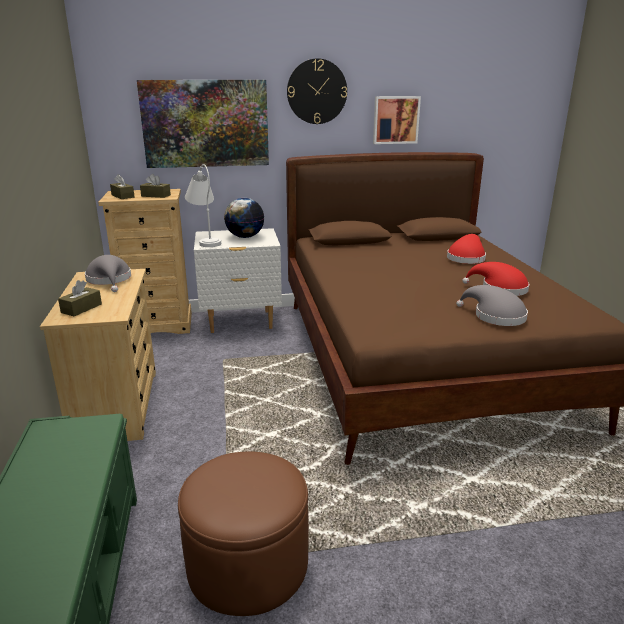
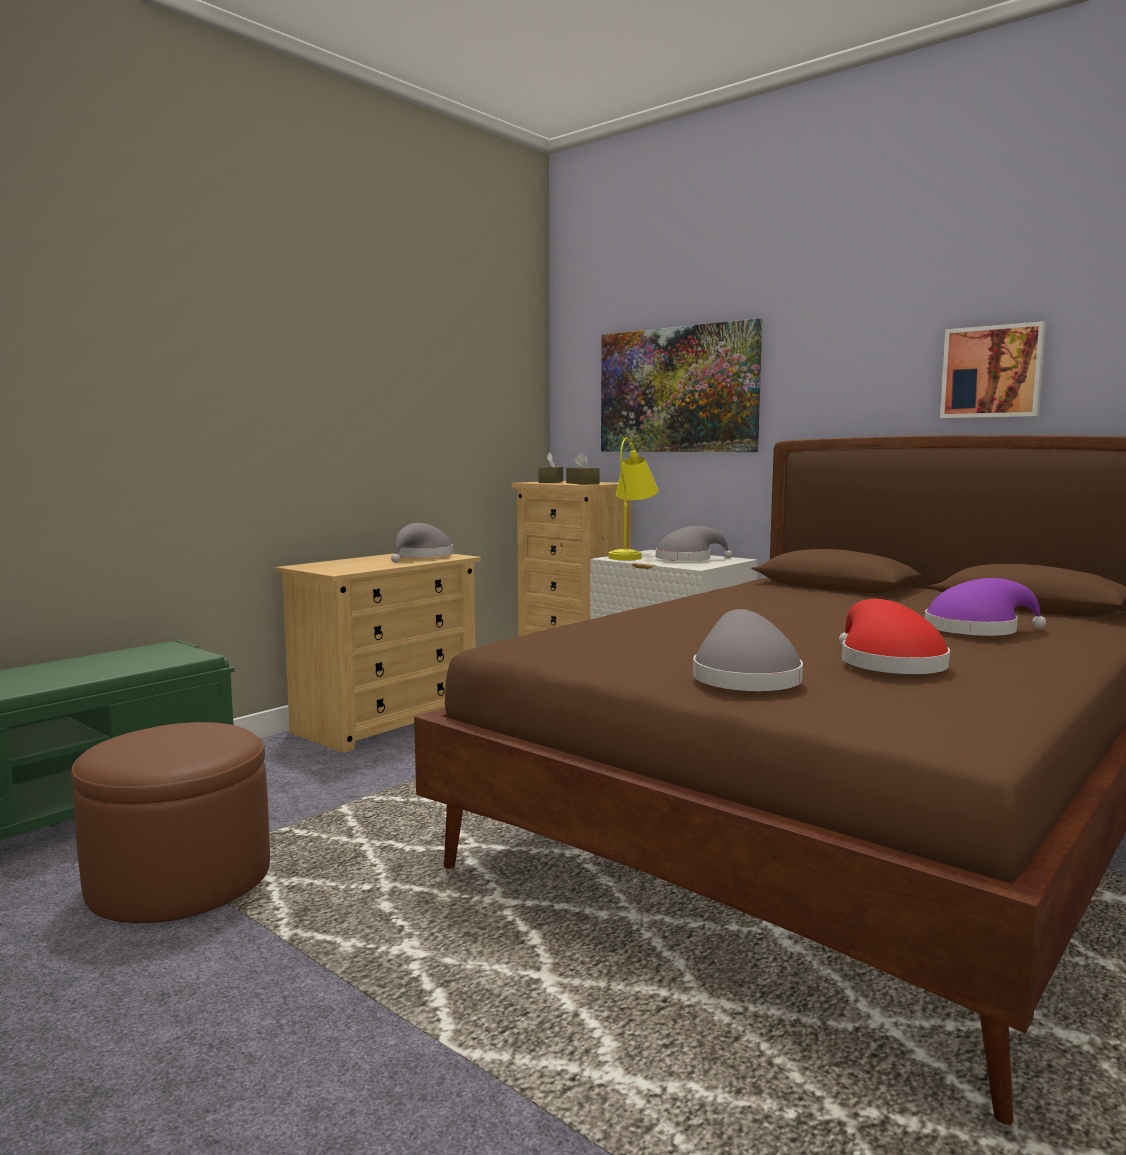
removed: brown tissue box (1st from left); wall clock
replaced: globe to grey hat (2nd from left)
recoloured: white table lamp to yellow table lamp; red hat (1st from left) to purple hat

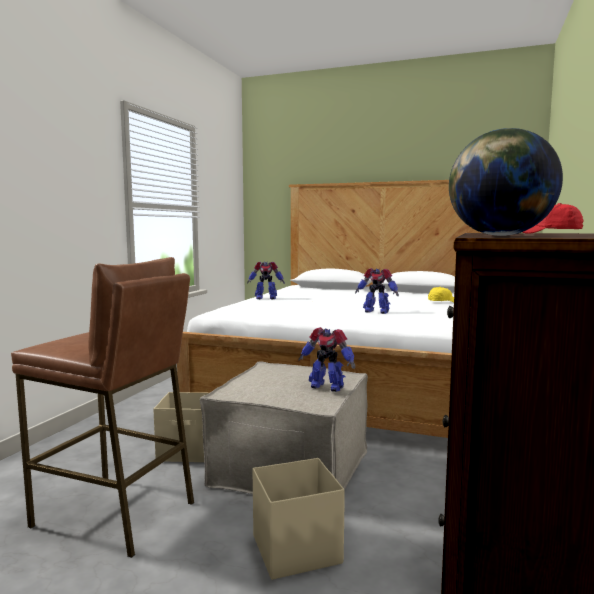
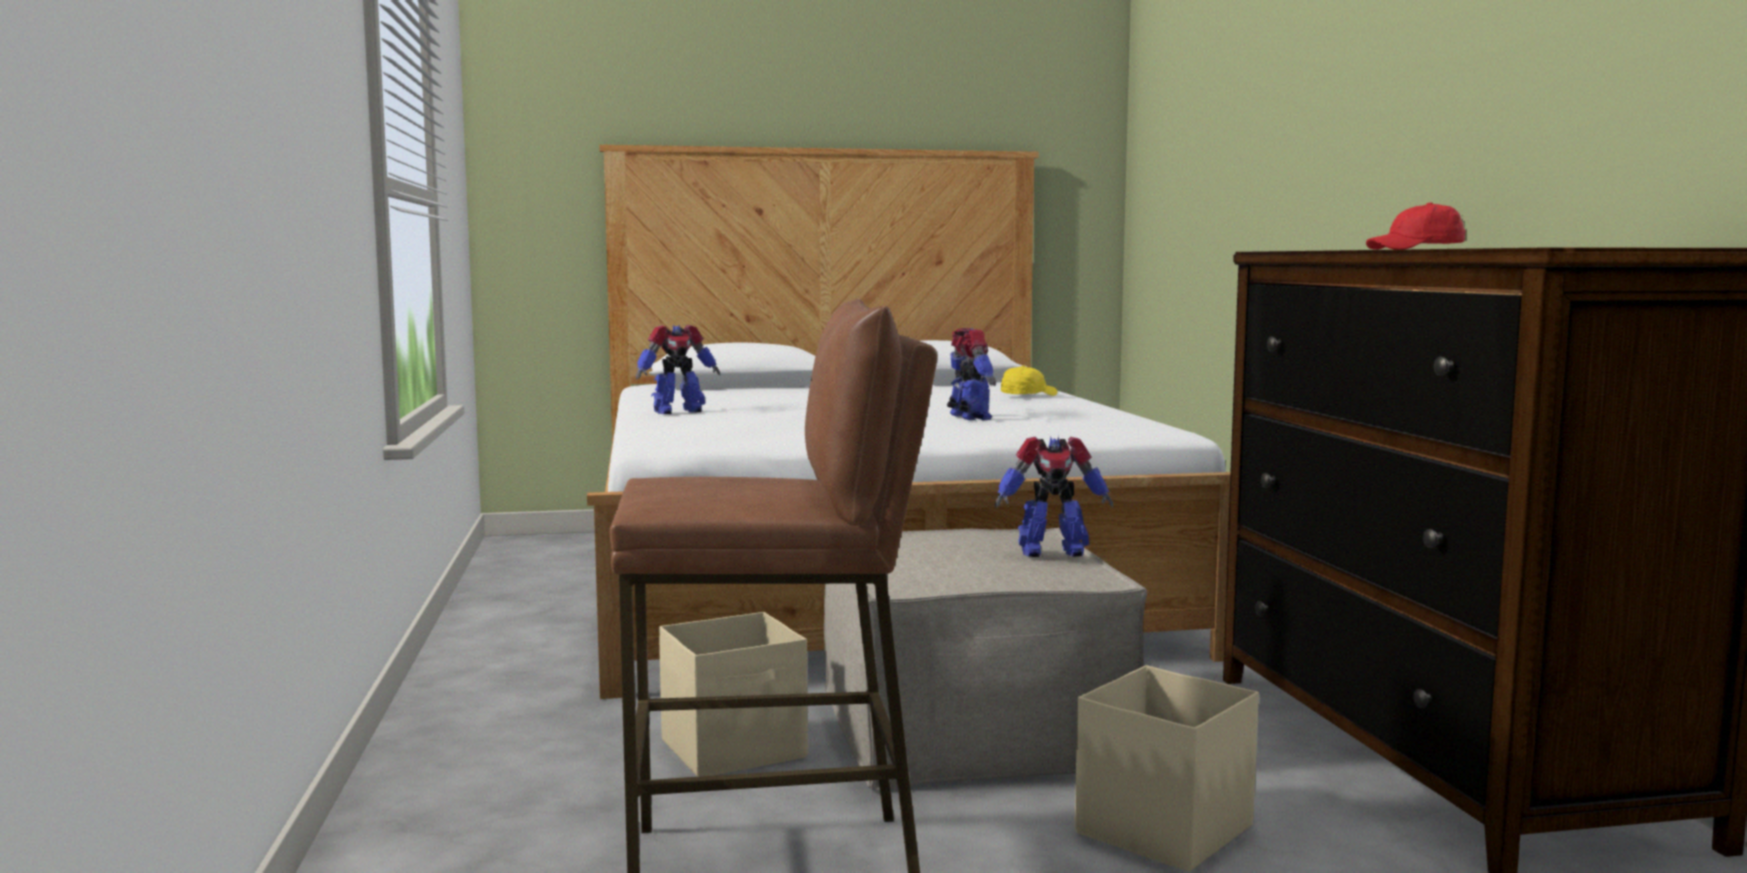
removed: globe
turned: toy robot (3rd from left in the first image) 105 degrees counterclockwise

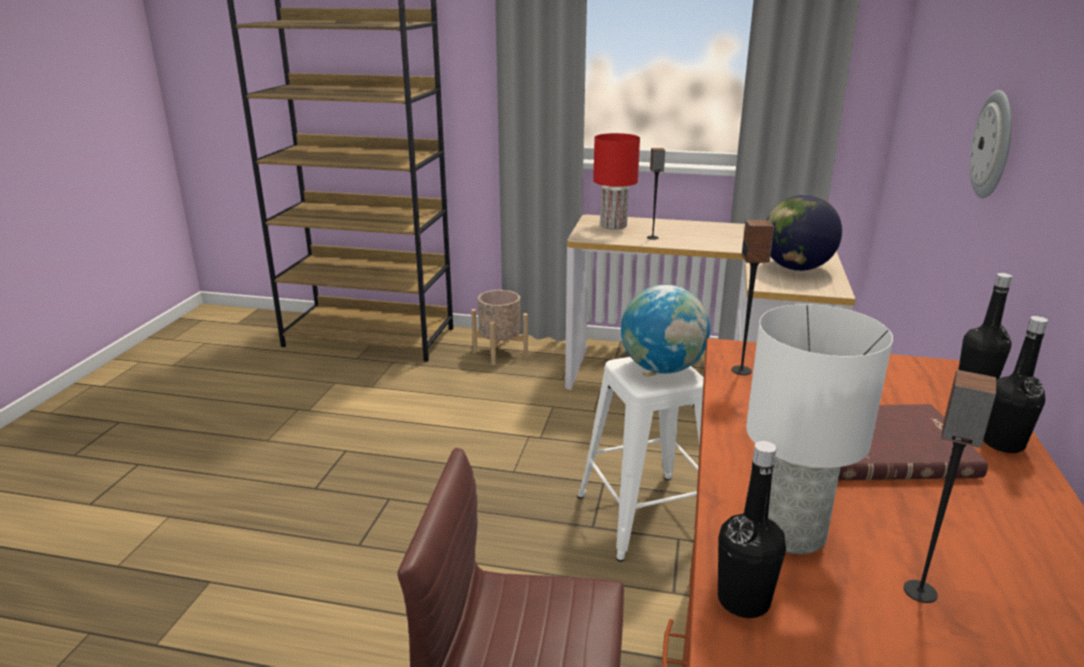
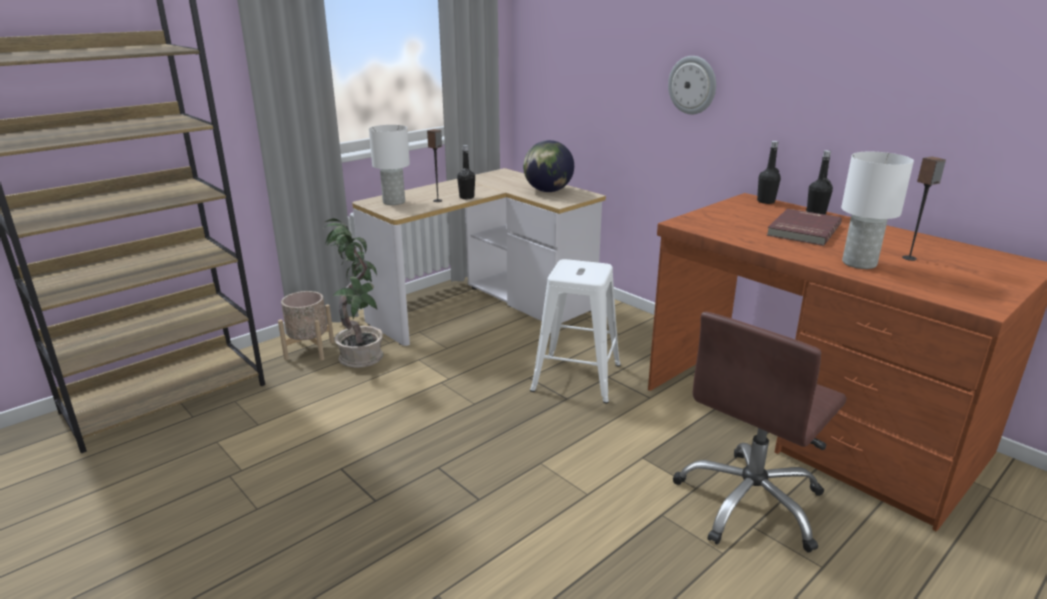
removed: globe (1st from left); speaker (2nd from left)
added: potted plant
moved: black bottle (1st from left)
recoloured: red table lamp to white table lamp (1st from left)

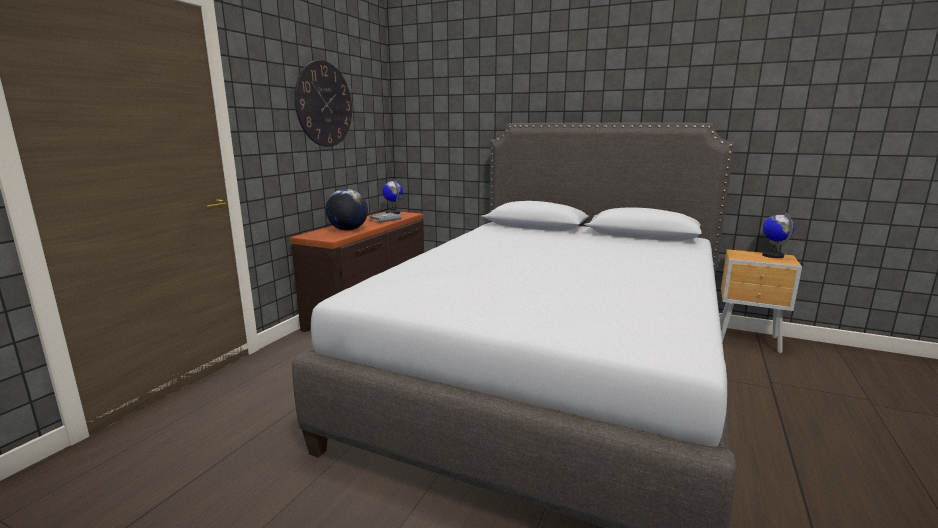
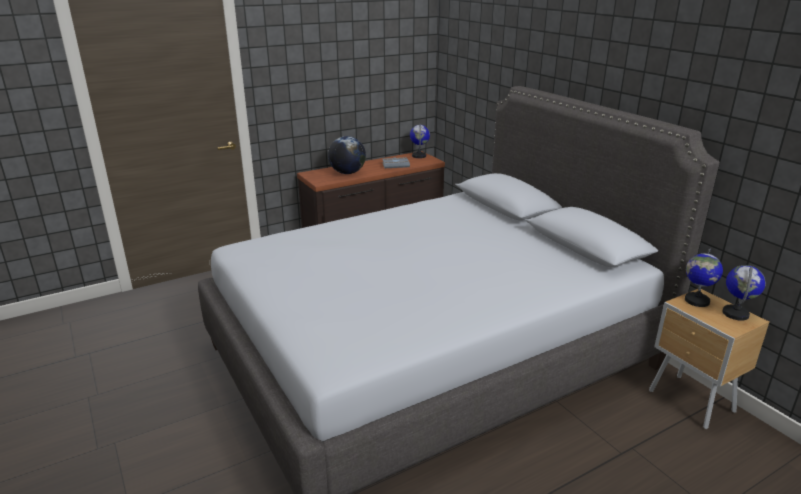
removed: wall clock
added: globe (3rd from left)

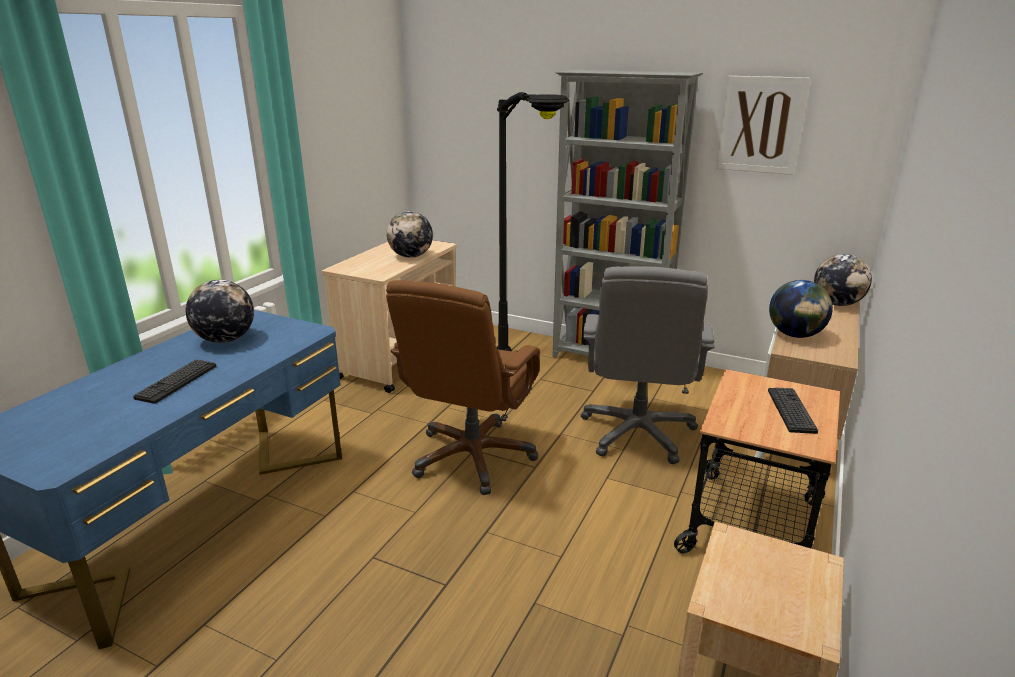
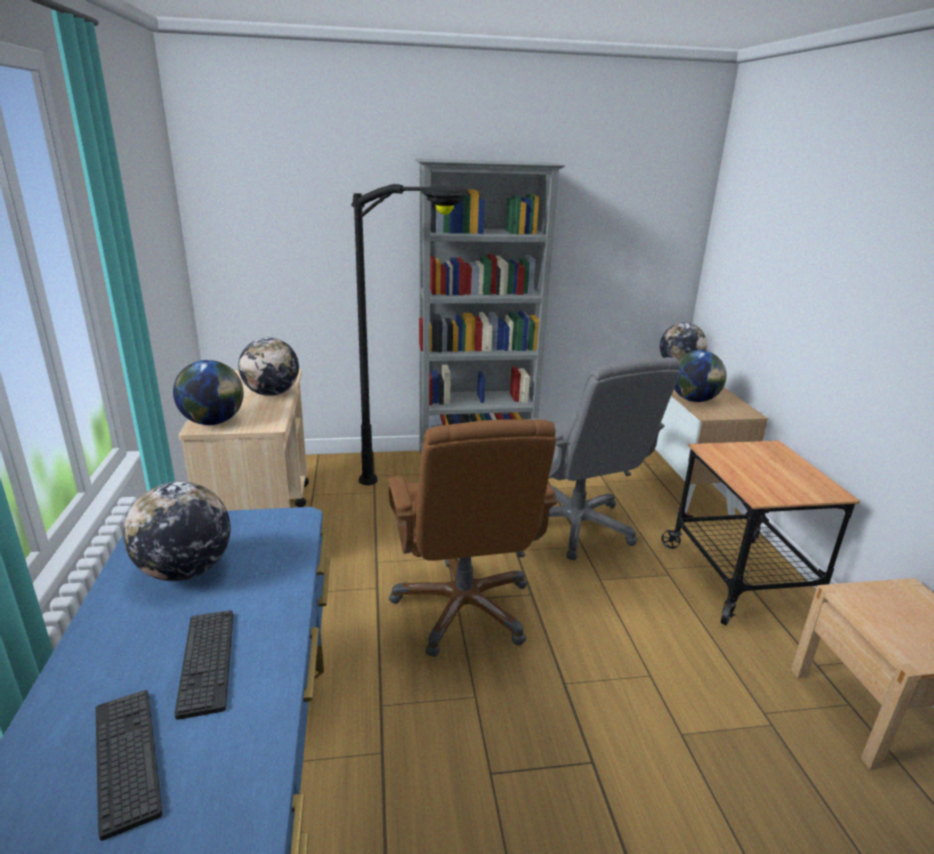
removed: picture
added: globe (2nd from left)
moved: keyboard (2nd from left in the first image) to keyboard (1st from left)

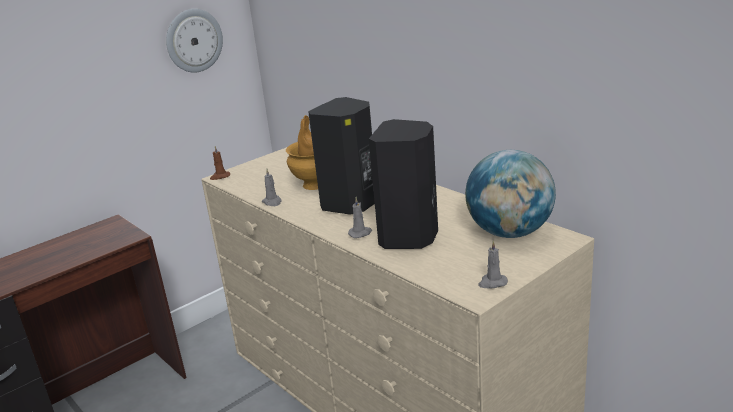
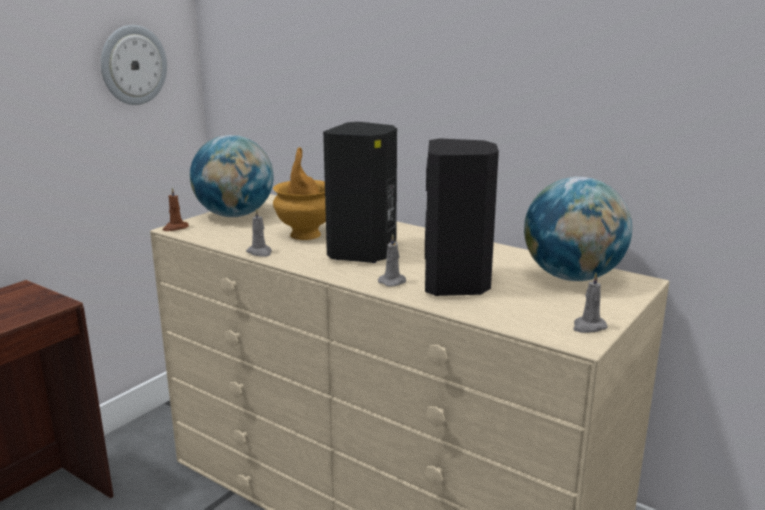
added: globe (1st from left)

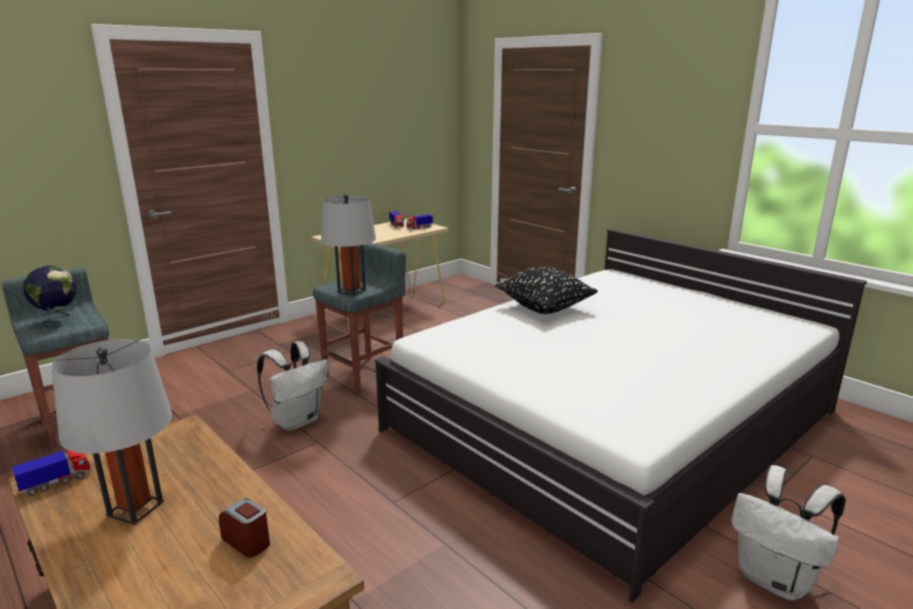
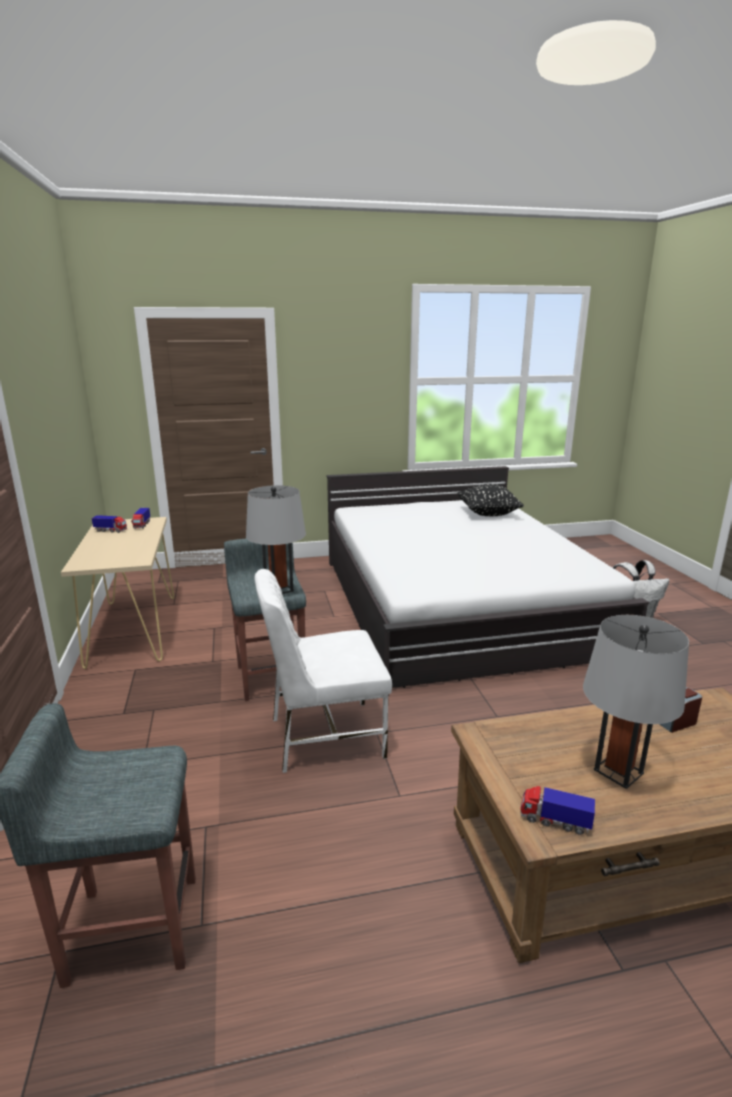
removed: globe
moved: black pillow
replaced: white backpack (1st from left) to white chair
turned: toy truck (1st from left in the first image) 60 degrees counterclockwise

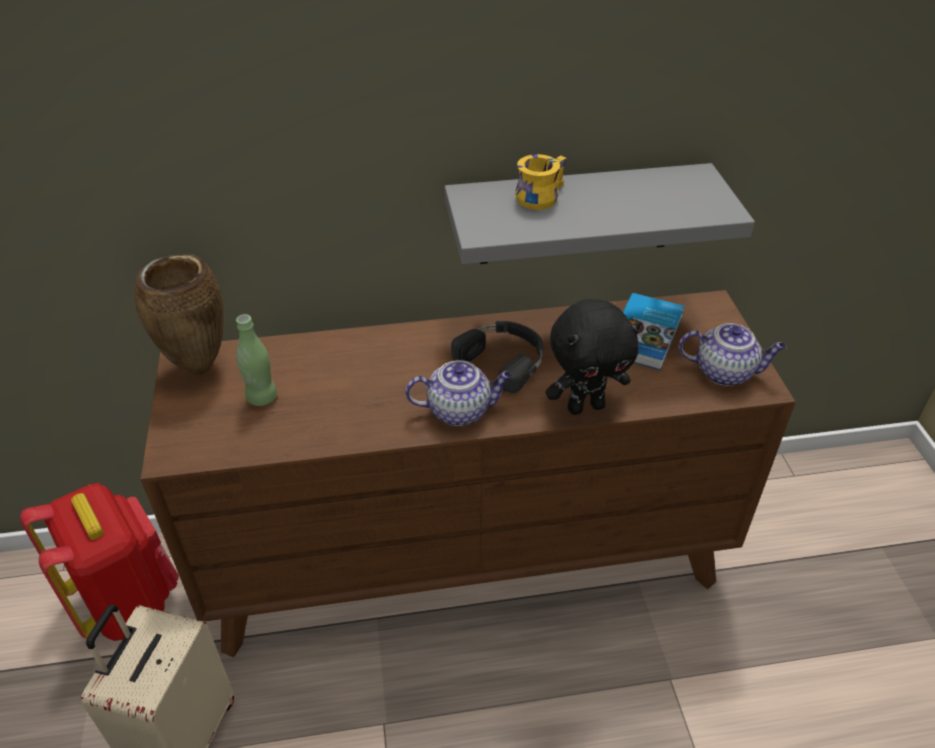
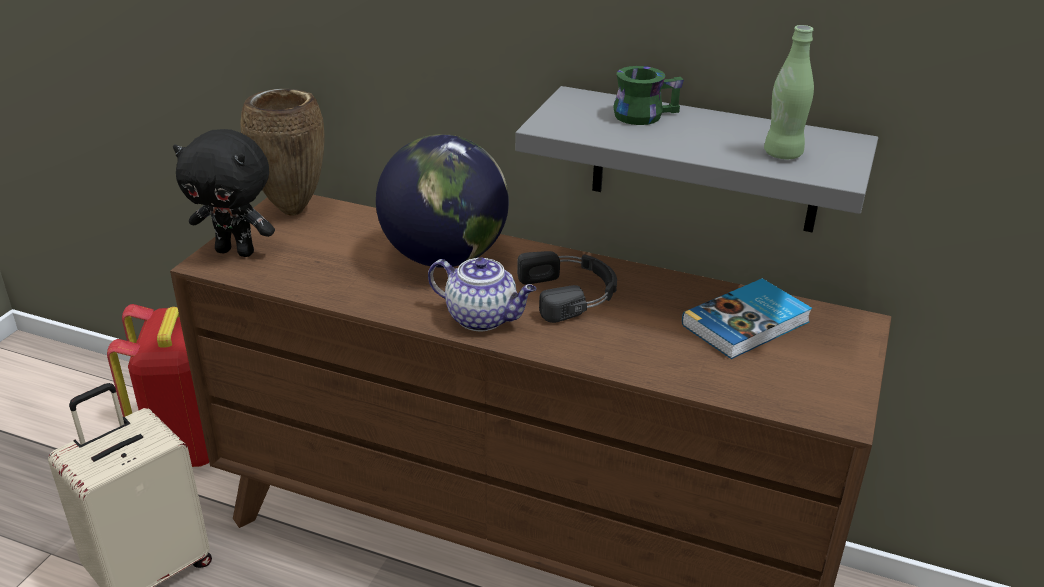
removed: teapot (2nd from left)
added: globe
moved: black plush toy; green bottle
recoloured: yellow mug to green mug

